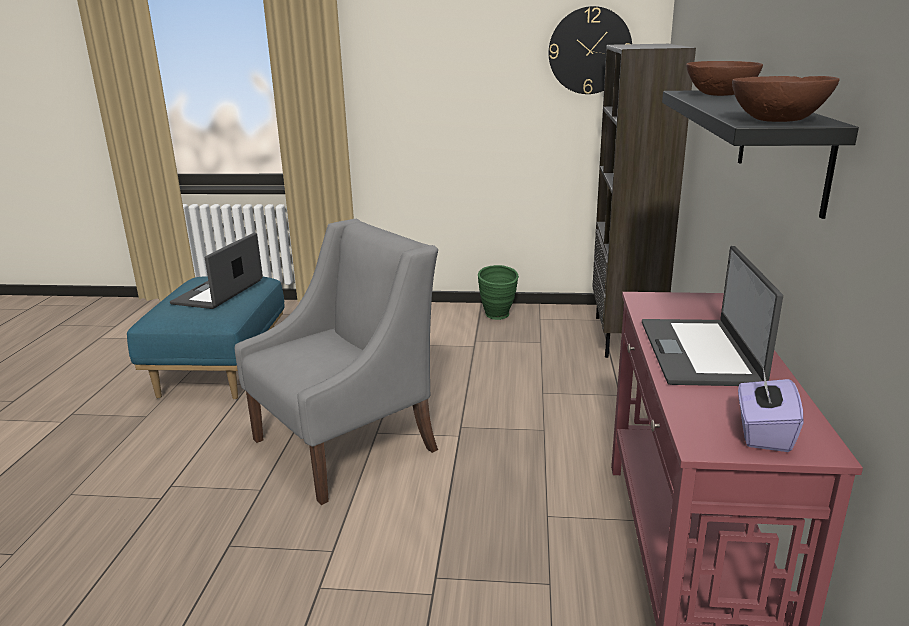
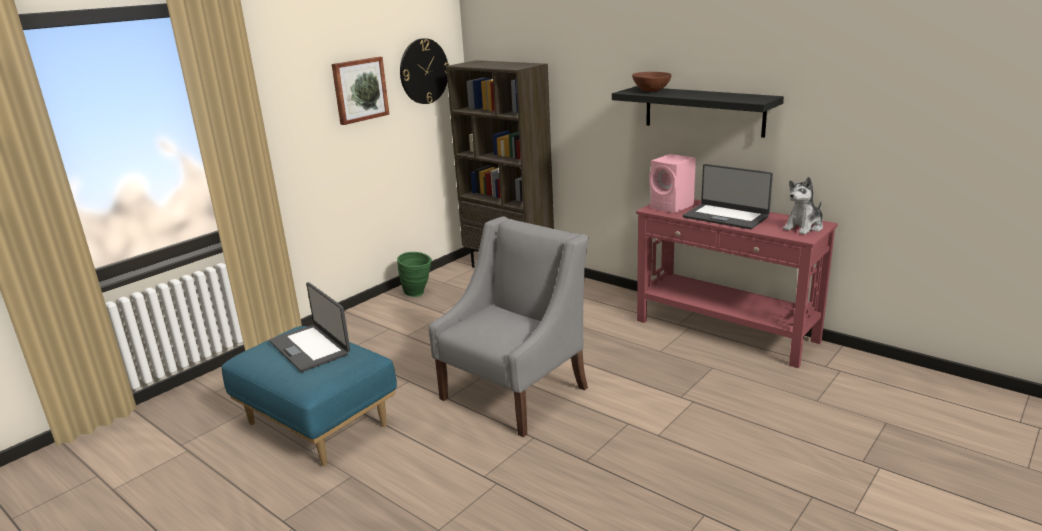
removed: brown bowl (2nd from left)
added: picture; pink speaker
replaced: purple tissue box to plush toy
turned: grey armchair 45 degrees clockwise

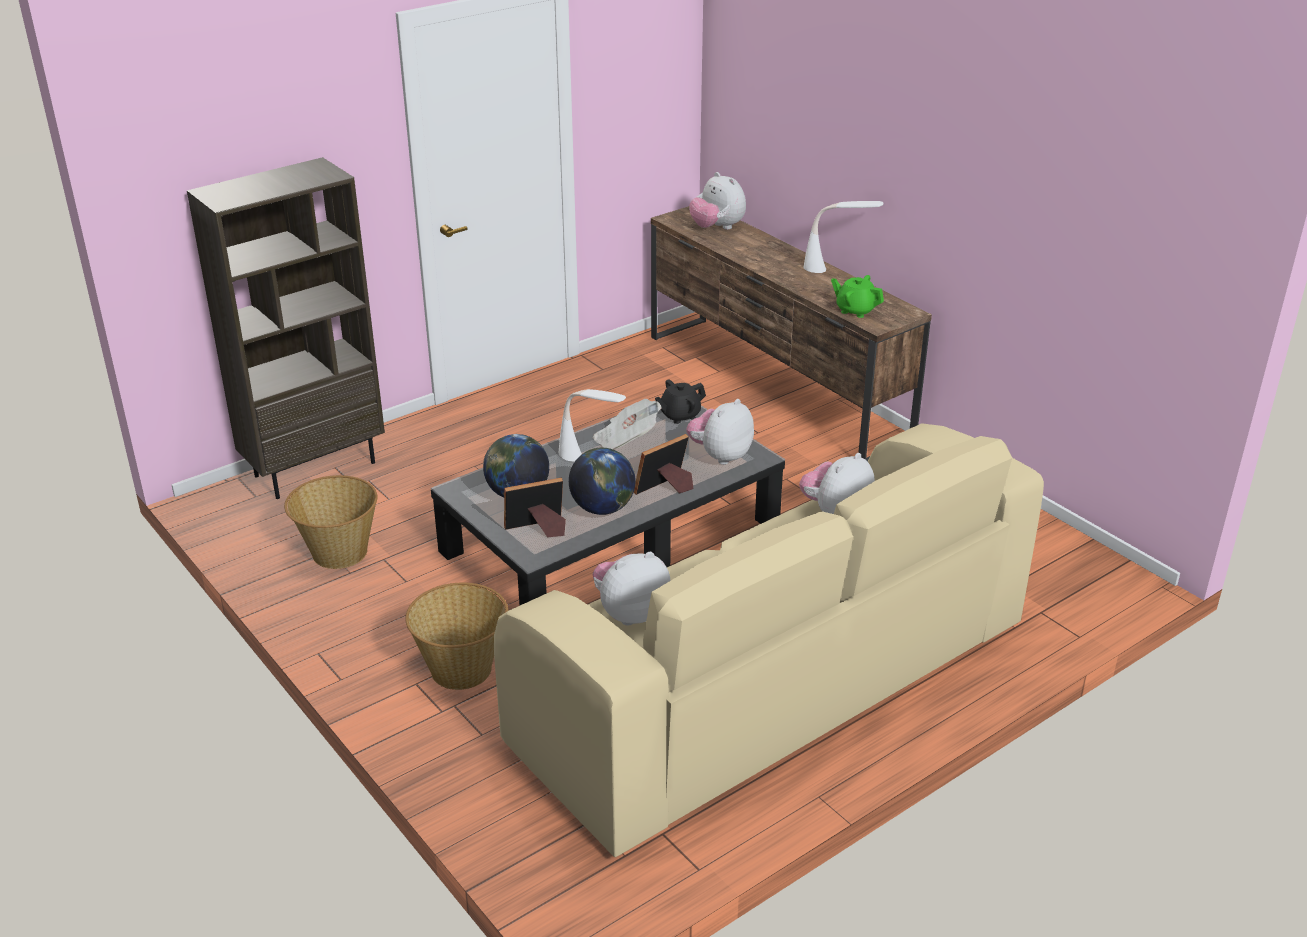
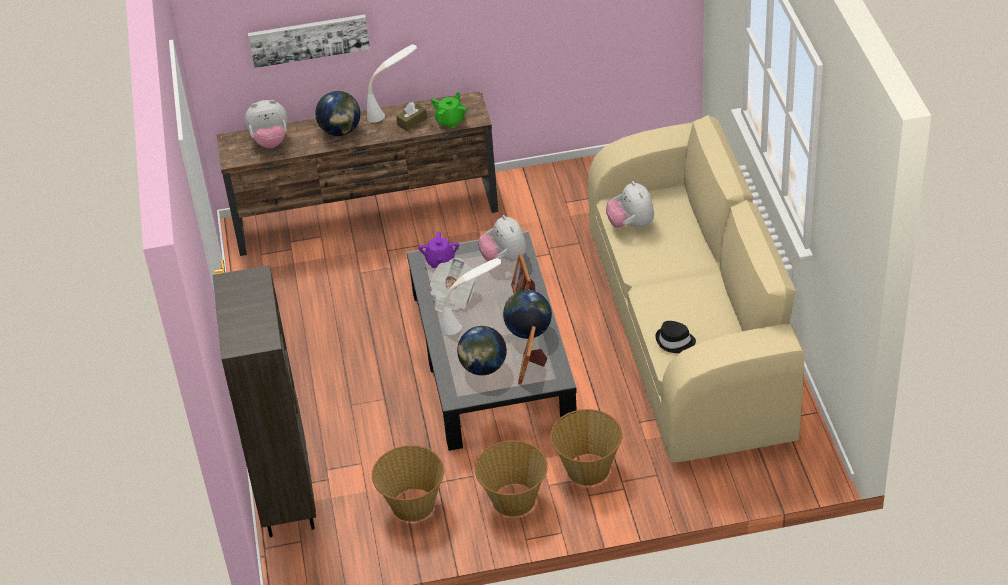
added: picture; globe (1st from left); brown tissue box; basket (2nd from left)
replaced: plush toy (1st from left) to black hat
recoloured: black teapot to purple teapot
turned: green teapot 150 degrees clockwise

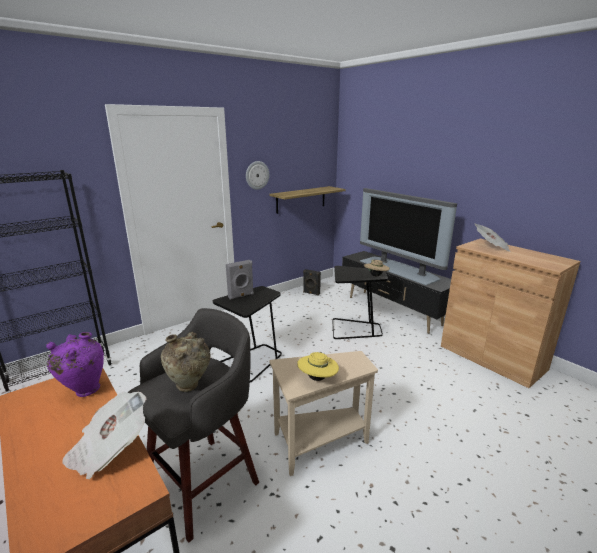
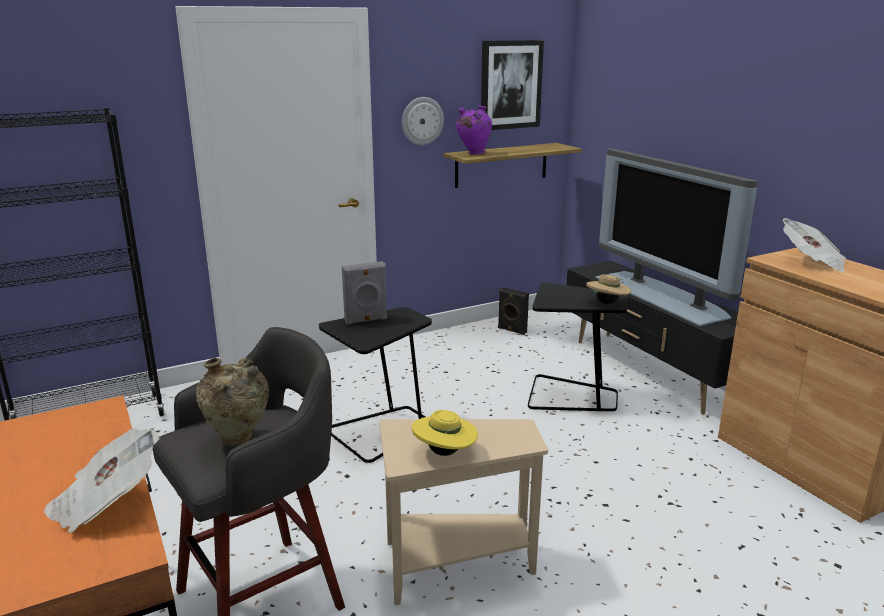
added: picture
moved: purple vase

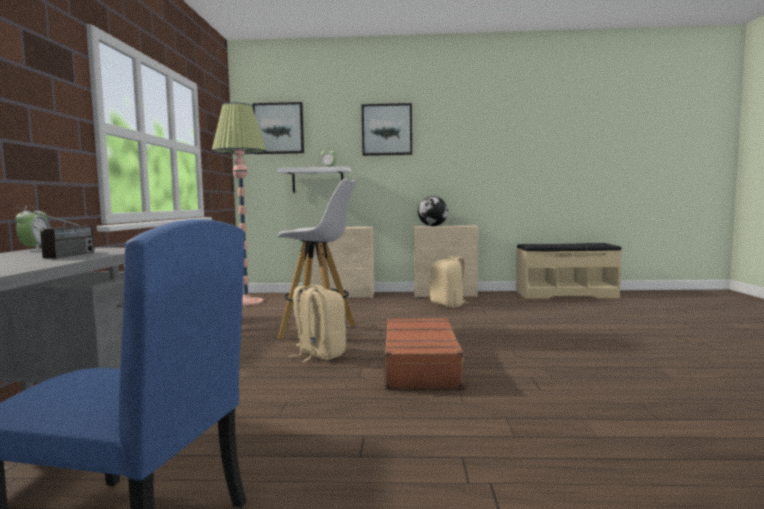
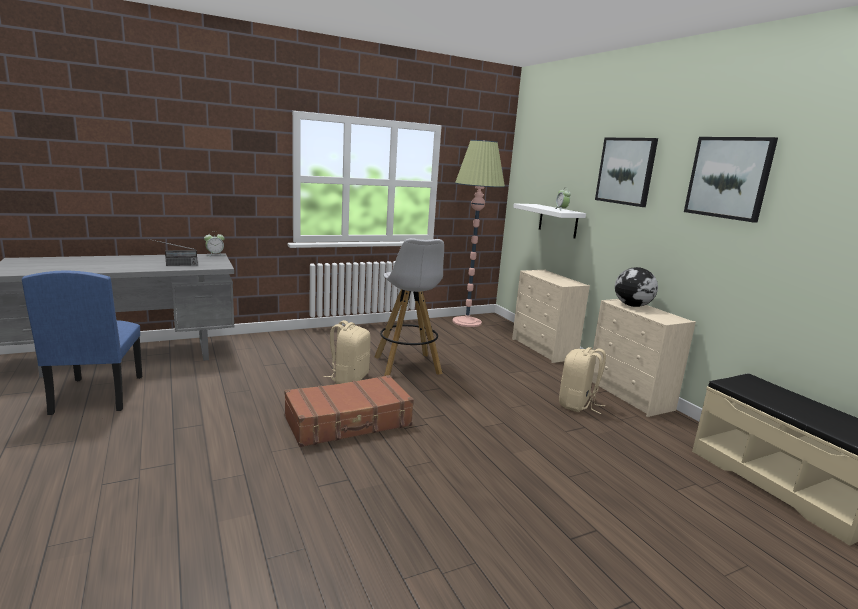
moved: picture (1st from left in the first image) to picture (2nd from left)

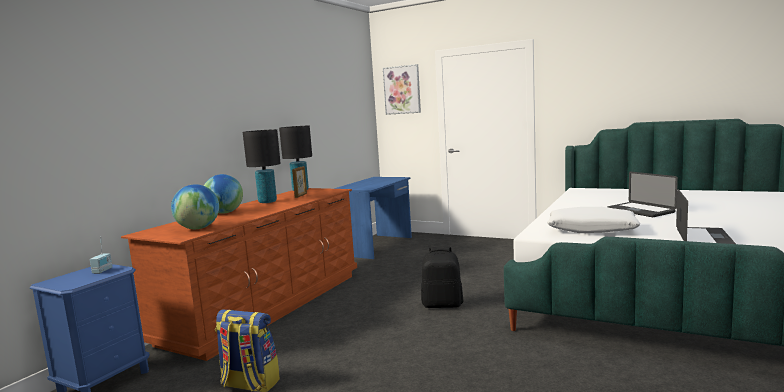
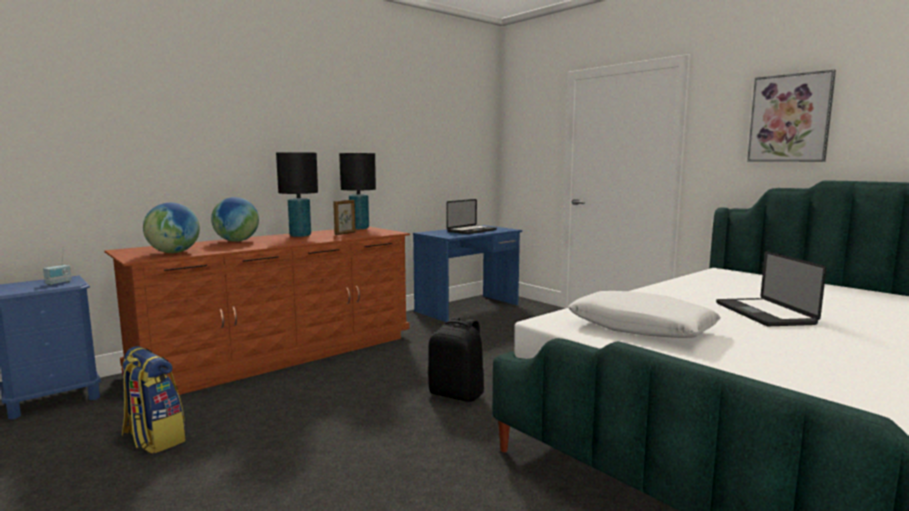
moved: laptop (2nd from left in the first image) to laptop (1st from left); picture

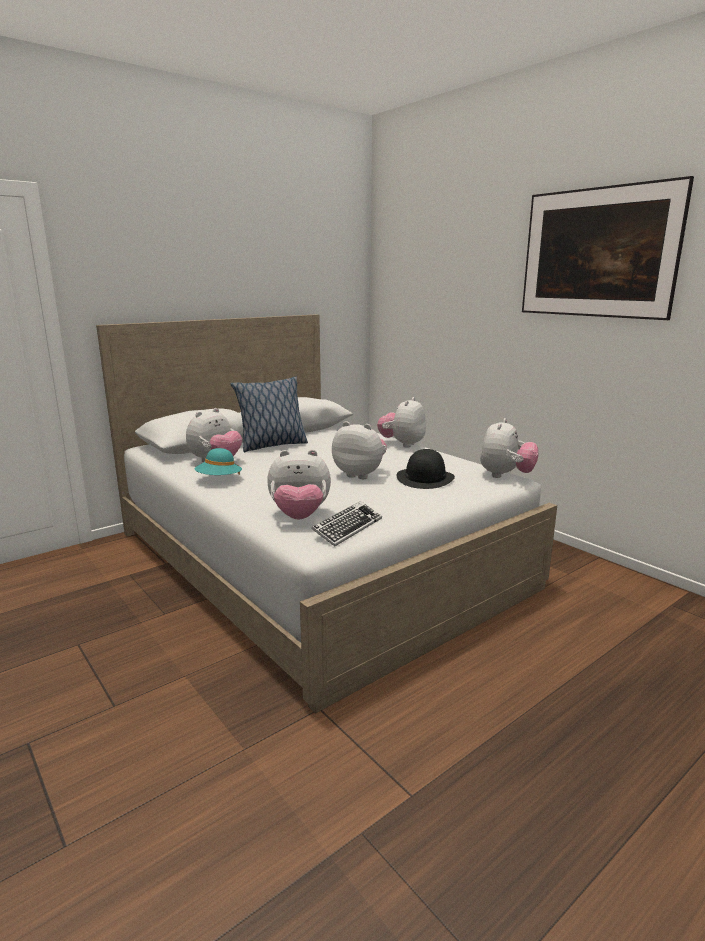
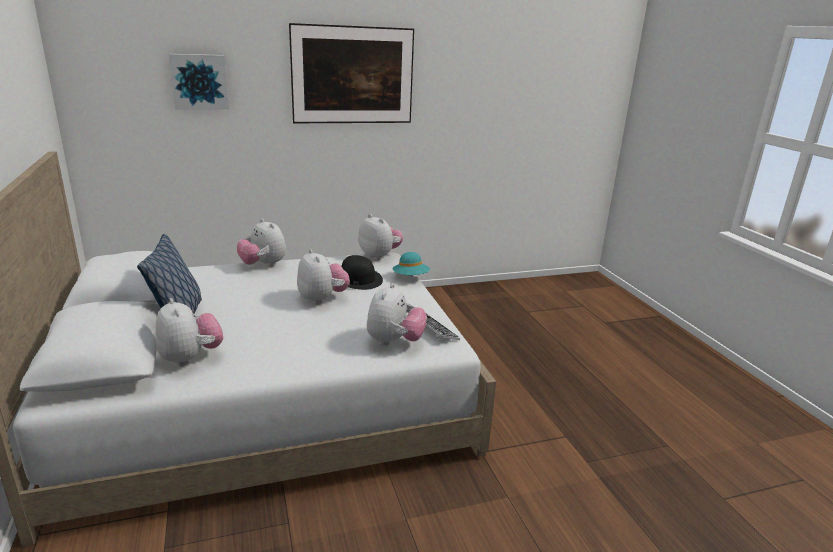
added: picture (1st from left)
moved: turquoise hat
turned: plush toy (3rd from left) 105 degrees clockwise

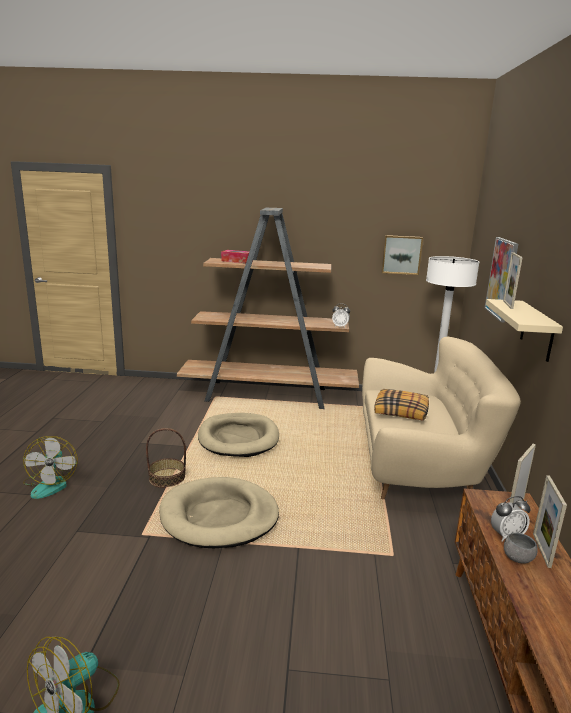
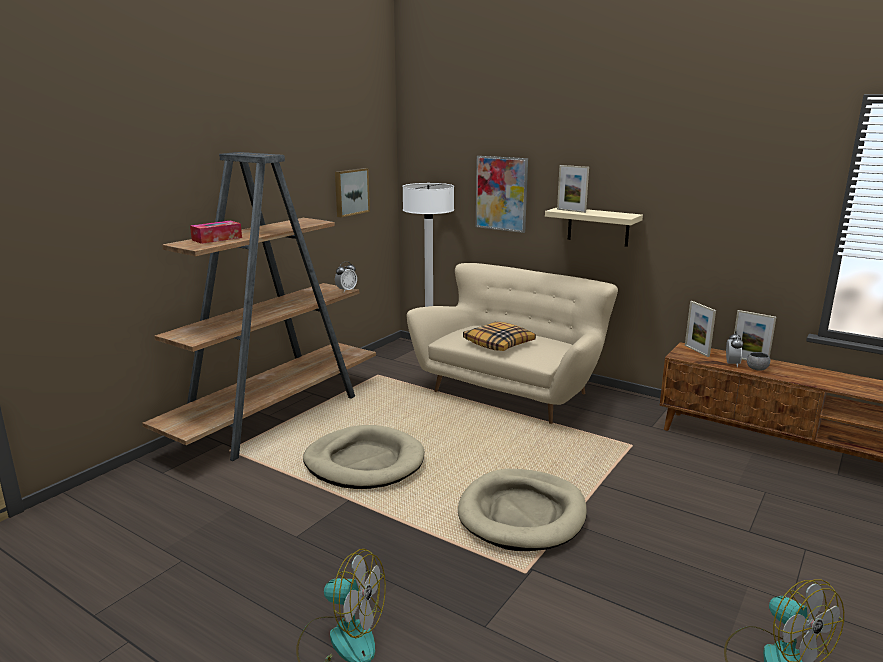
removed: basket

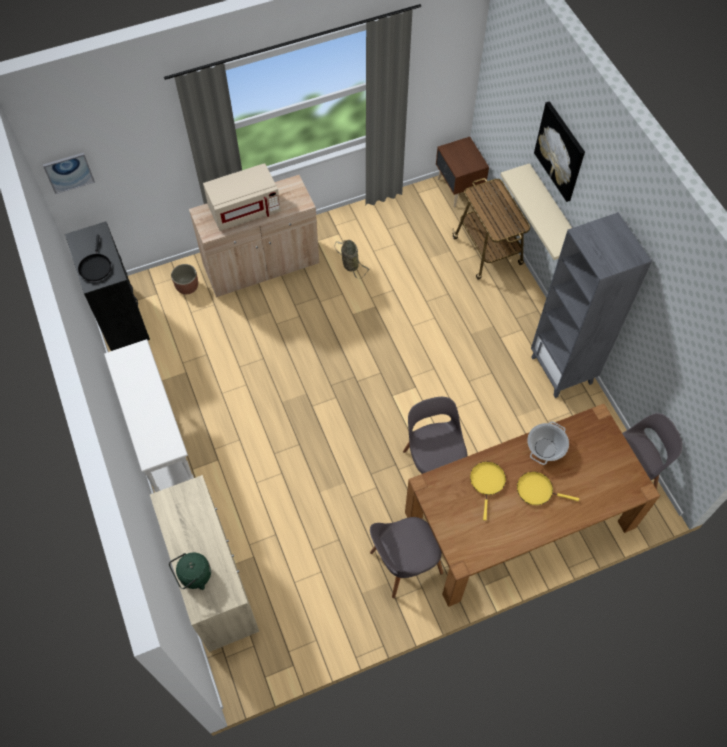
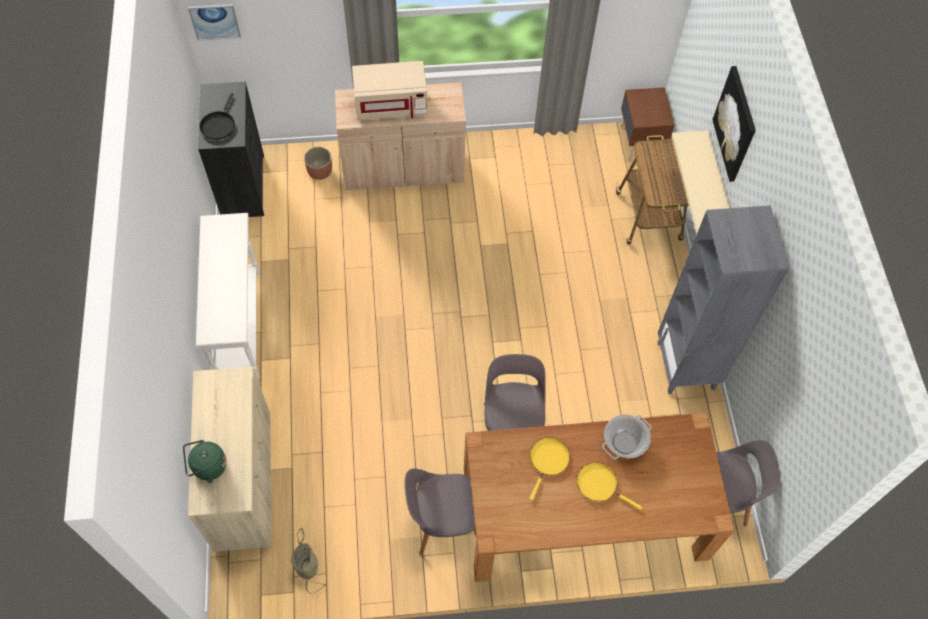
moved: basket

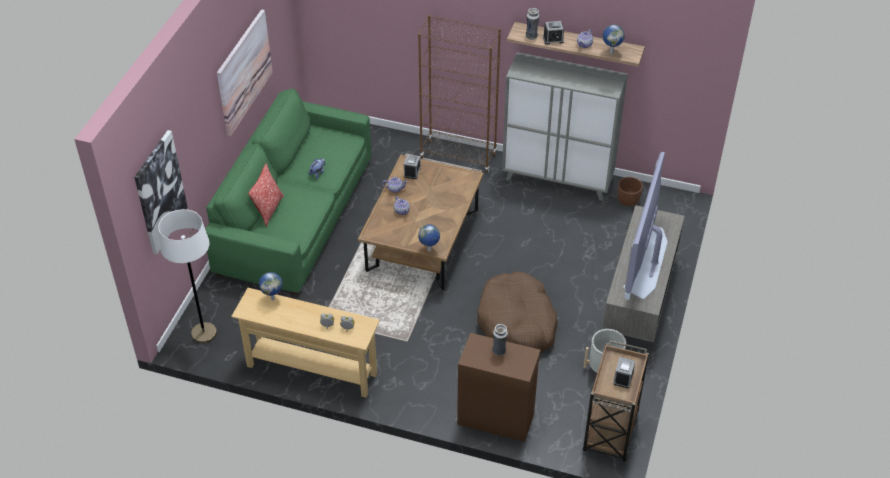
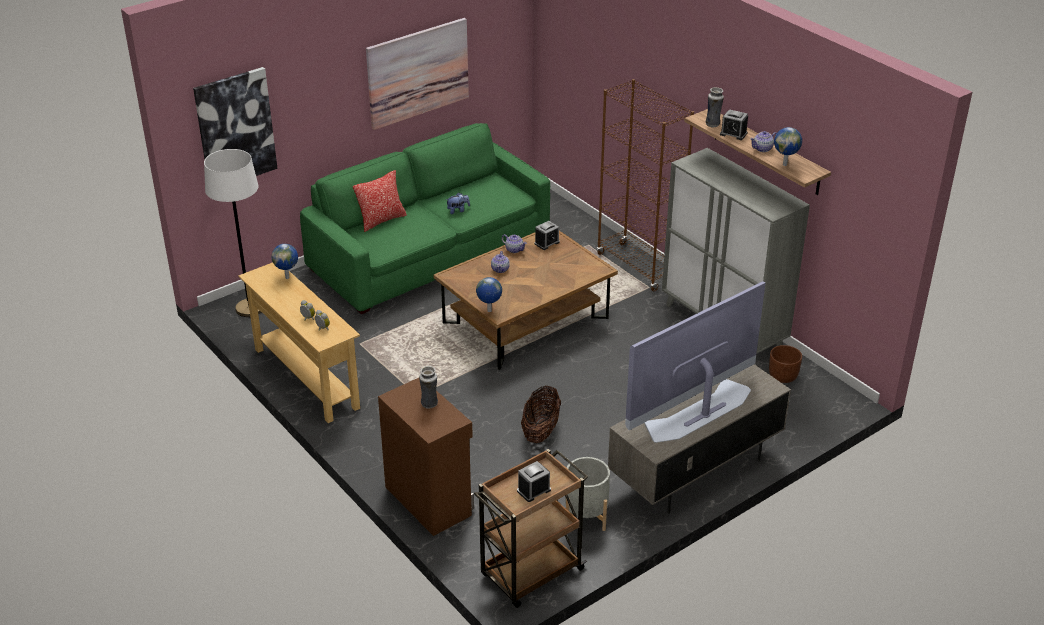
replaced: brown dog bed to basket

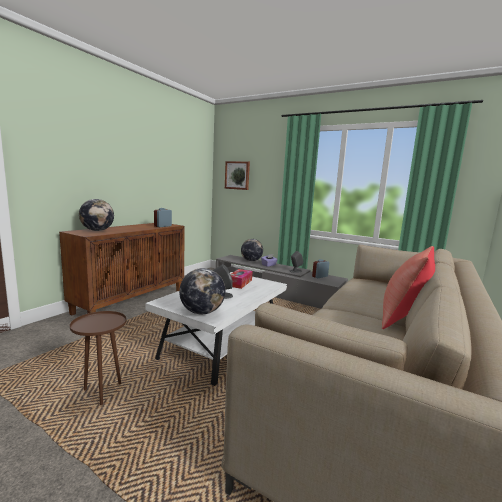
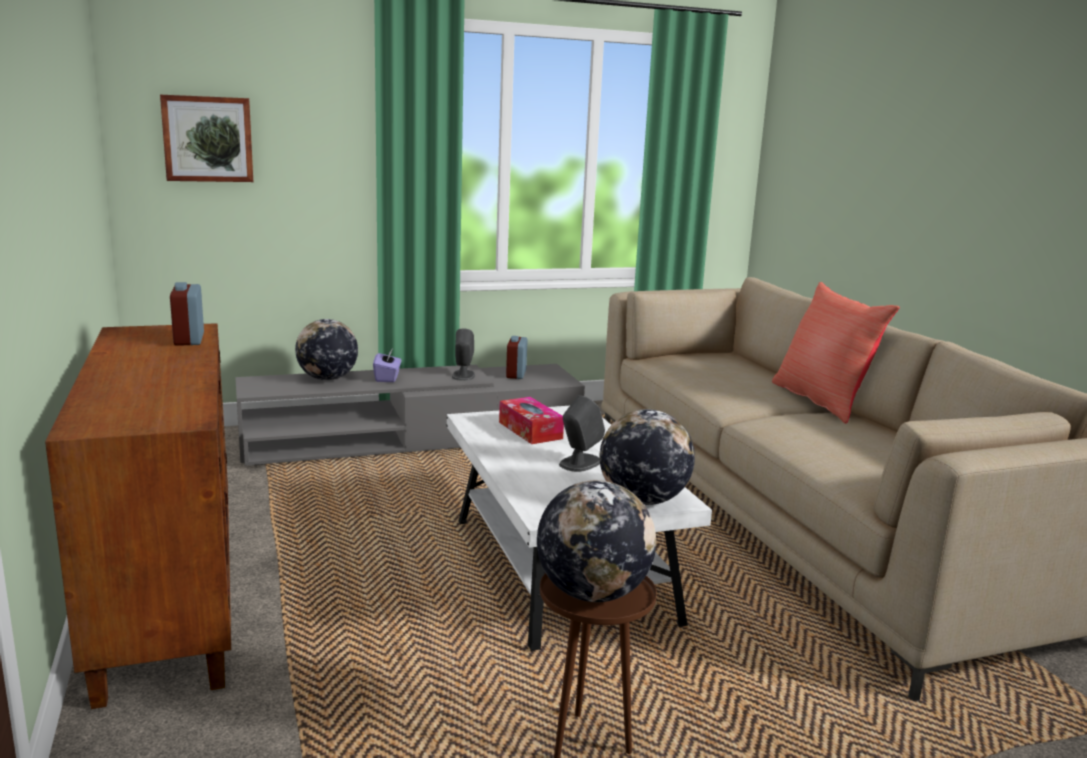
moved: globe (1st from left in the first image) to globe (2nd from left)

